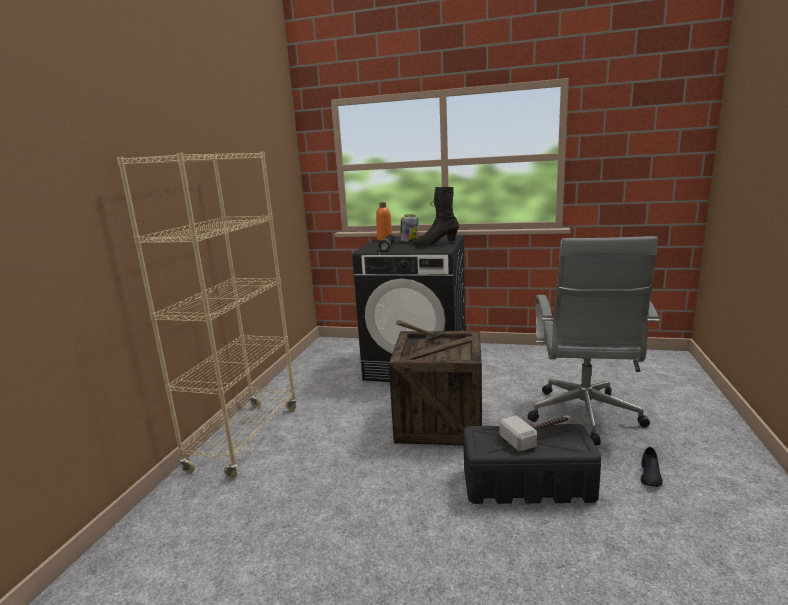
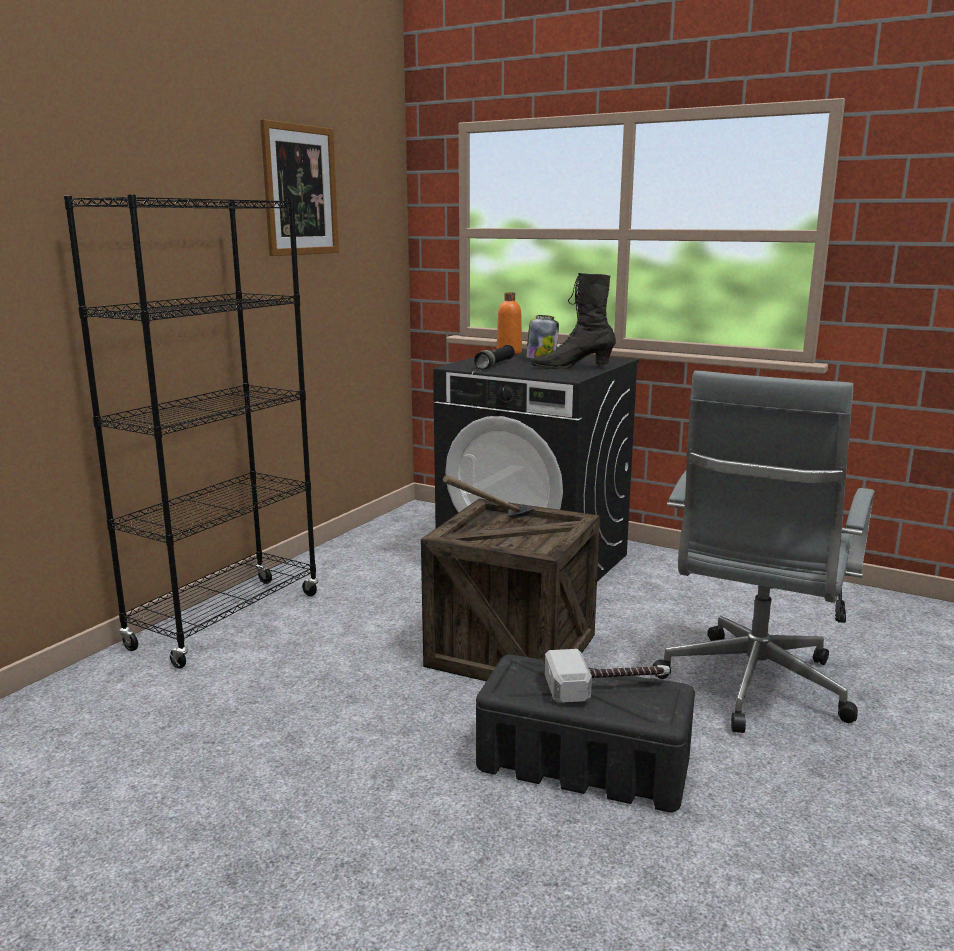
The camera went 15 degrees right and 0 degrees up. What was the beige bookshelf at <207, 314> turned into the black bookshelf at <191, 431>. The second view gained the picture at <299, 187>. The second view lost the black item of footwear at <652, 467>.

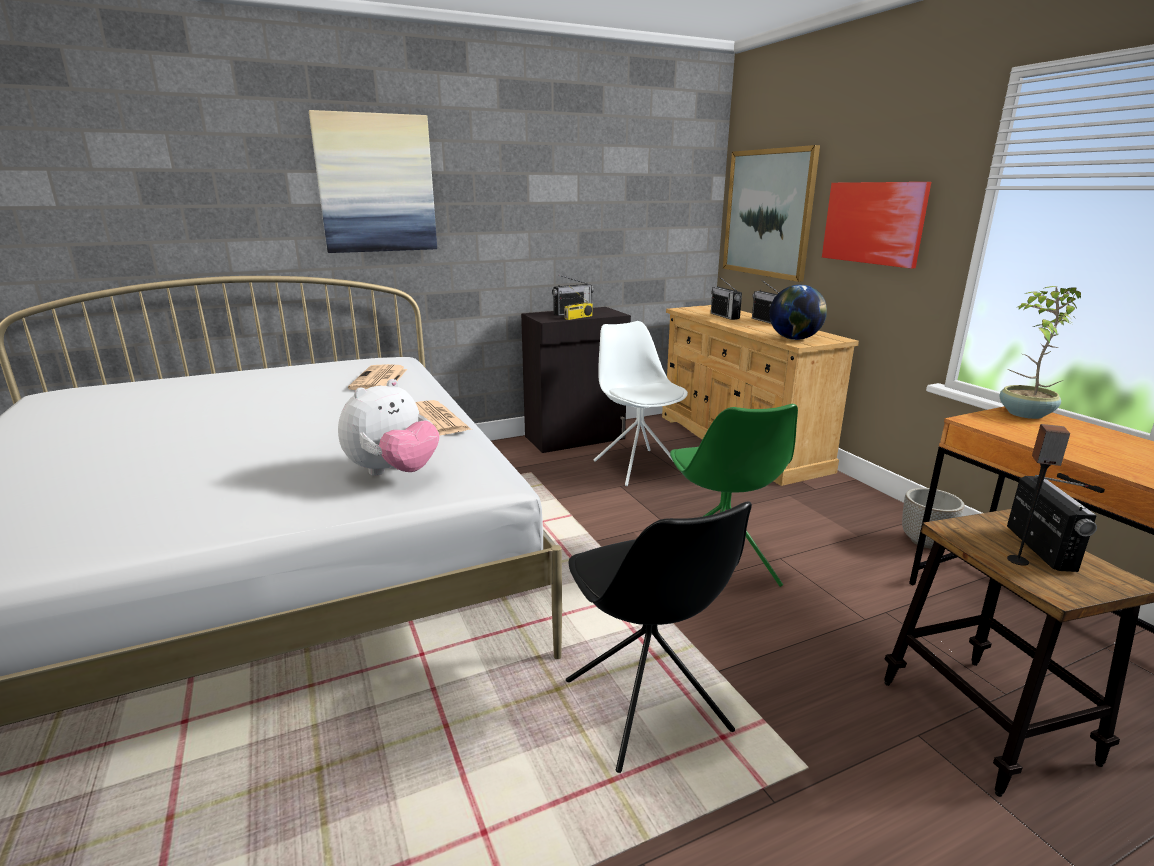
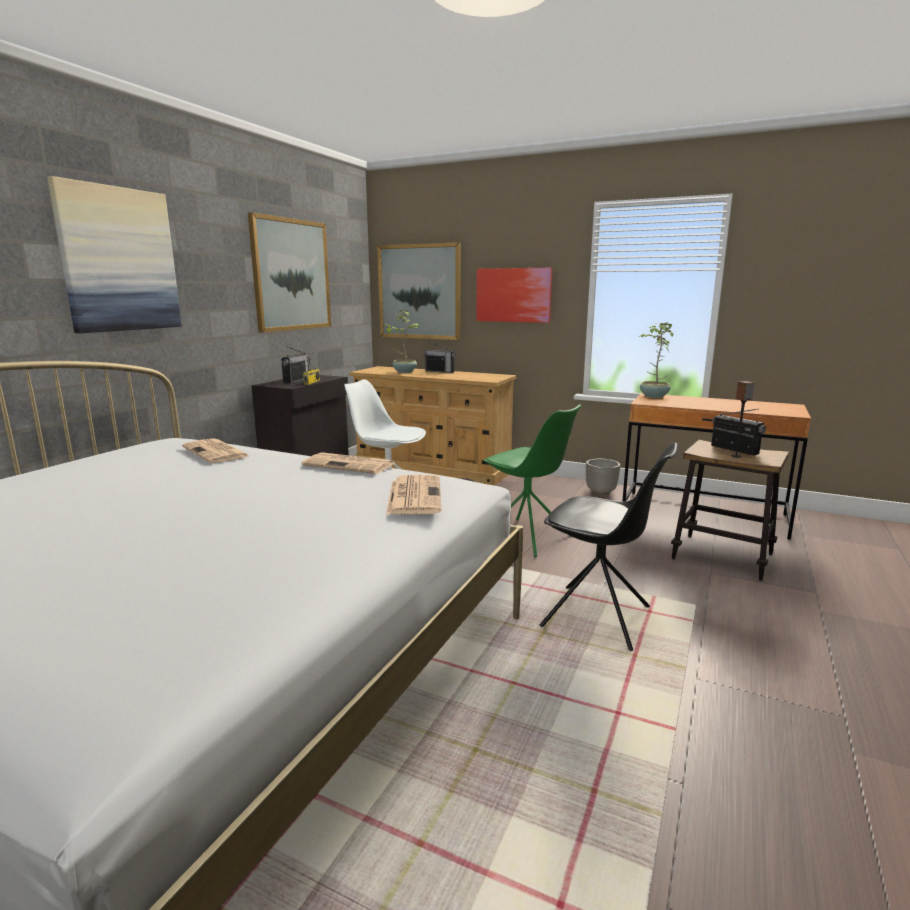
The camera went 40 degrees left and 5 degrees down. The second view gained the picture at <289, 272>. Where the radio stood at <726, 298>, the houseplant came to stand at <401, 341>. Where the plush toy stood at <388, 427>, the daily paper came to stand at <413, 495>. The second view lost the desk globe at <798, 312>.

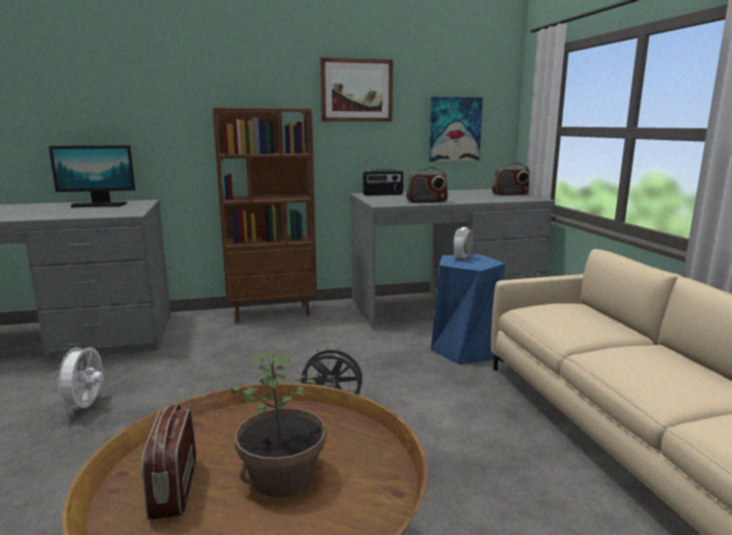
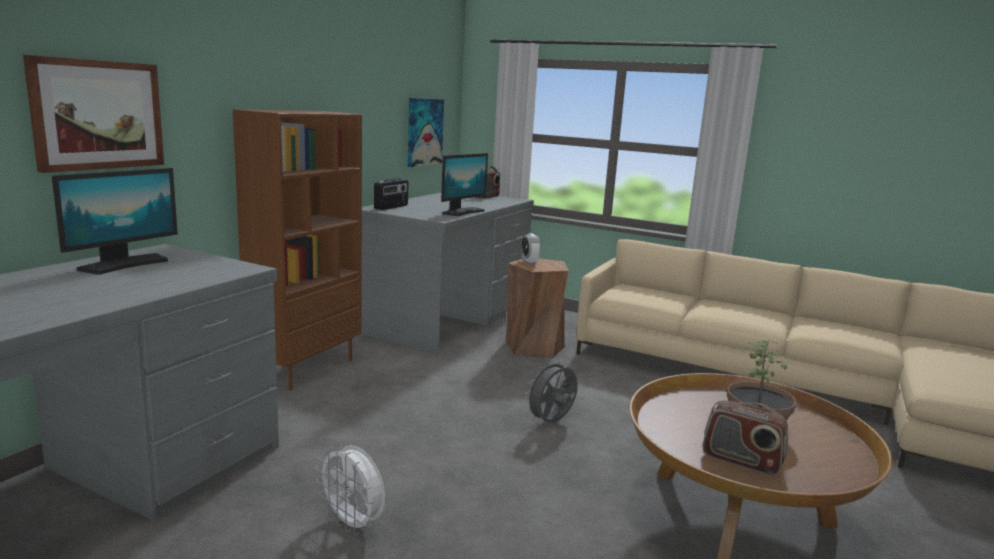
The camera went 50 degrees left and 0 degrees up. The picture ended up elsewhere, having gone from <356, 89> to <93, 114>. Where the radio stood at <427, 185>, the monitor came to stand at <464, 184>. What was the blue stool seat at <468, 309> turned into the brownish stool seat at <537, 308>.

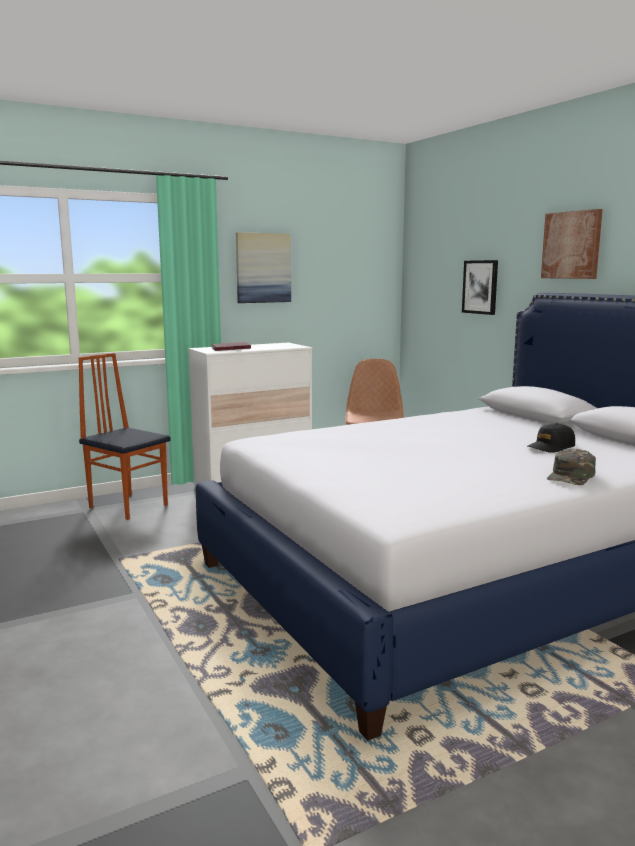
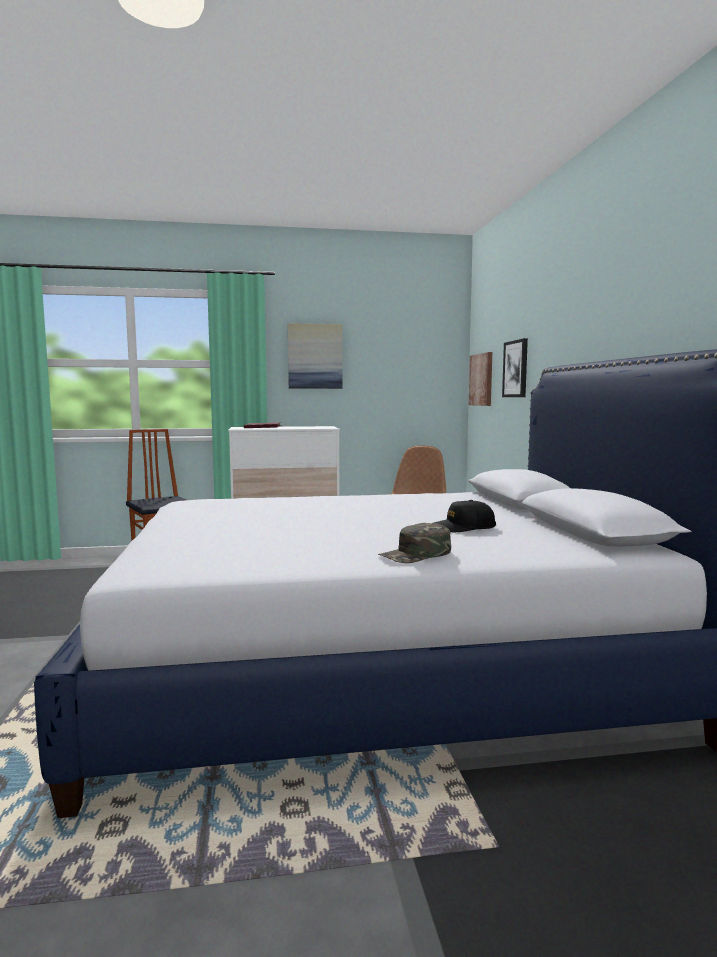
The camera went 20 degrees right and 5 degrees down. The picture ended up elsewhere, having gone from <572, 244> to <480, 379>.

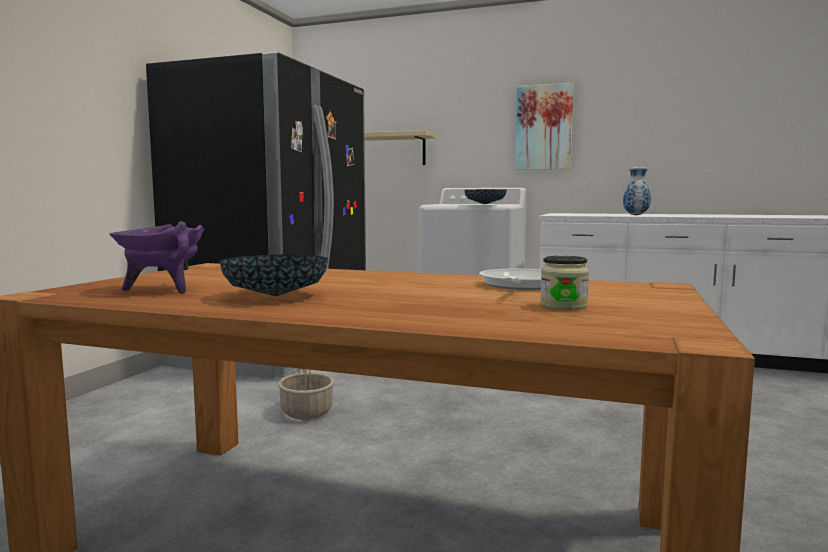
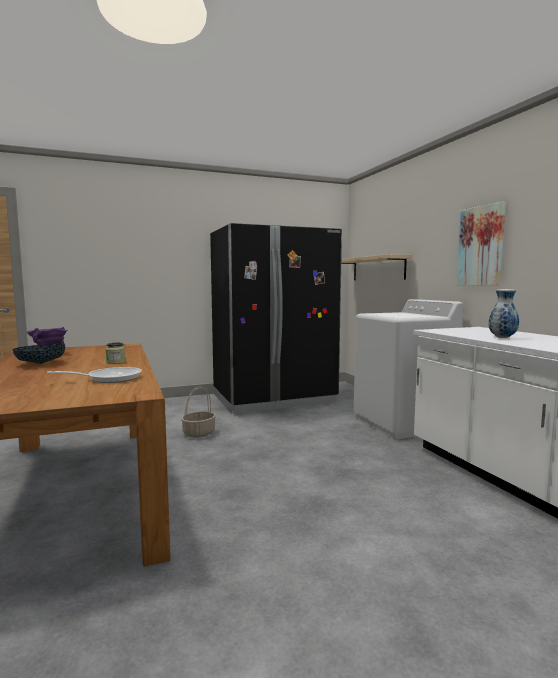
The camera went 50 degrees right and 0 degrees up. The jar ended up elsewhere, having gone from <564, 283> to <115, 353>. The second view lost the serving bowl at <486, 196>.

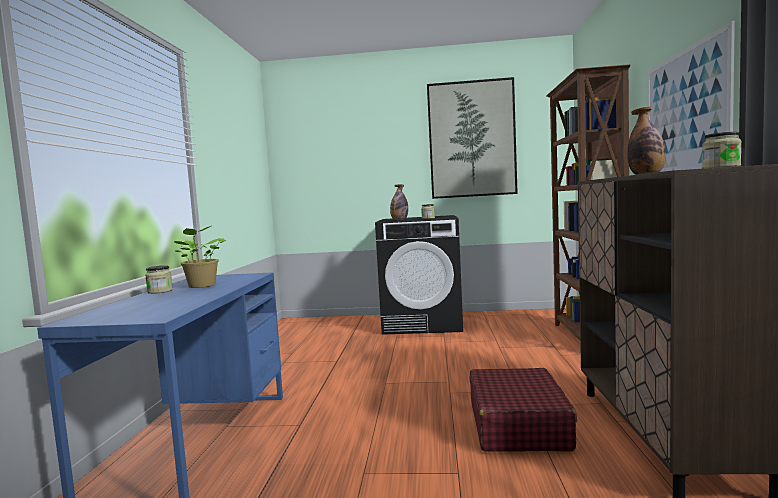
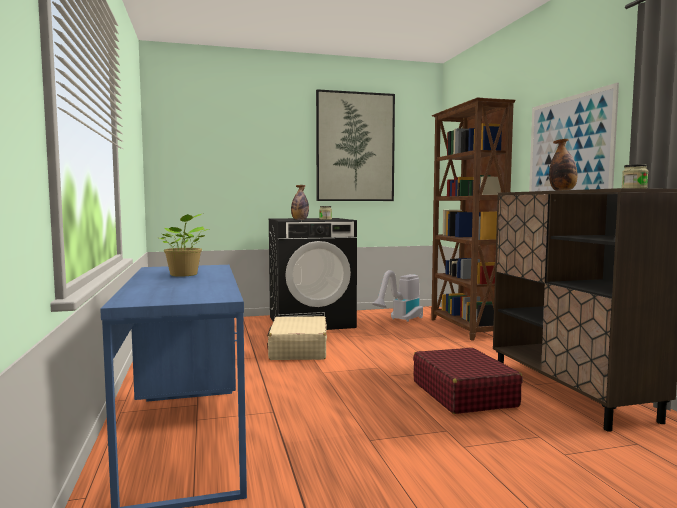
The camera went 20 degrees left and 0 degrees up. The second view gained the beige piece of luggage at <297, 338>. The second view gained the hoover at <397, 296>. The second view lost the jar at <159, 280>.

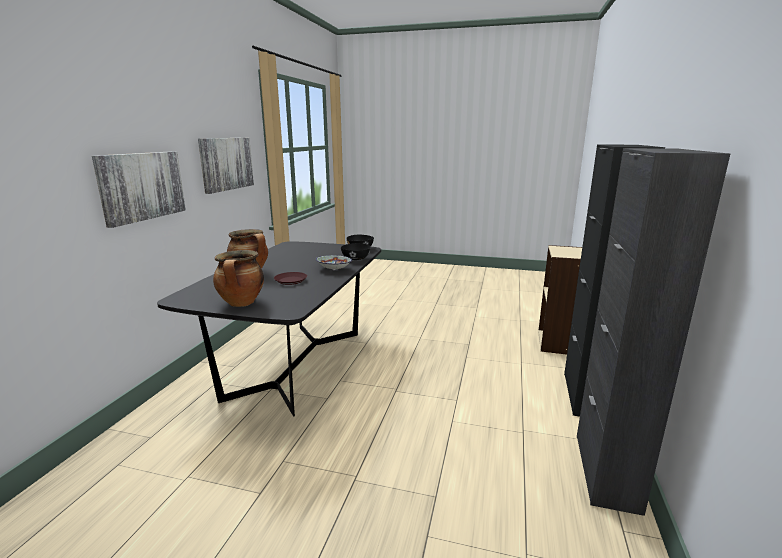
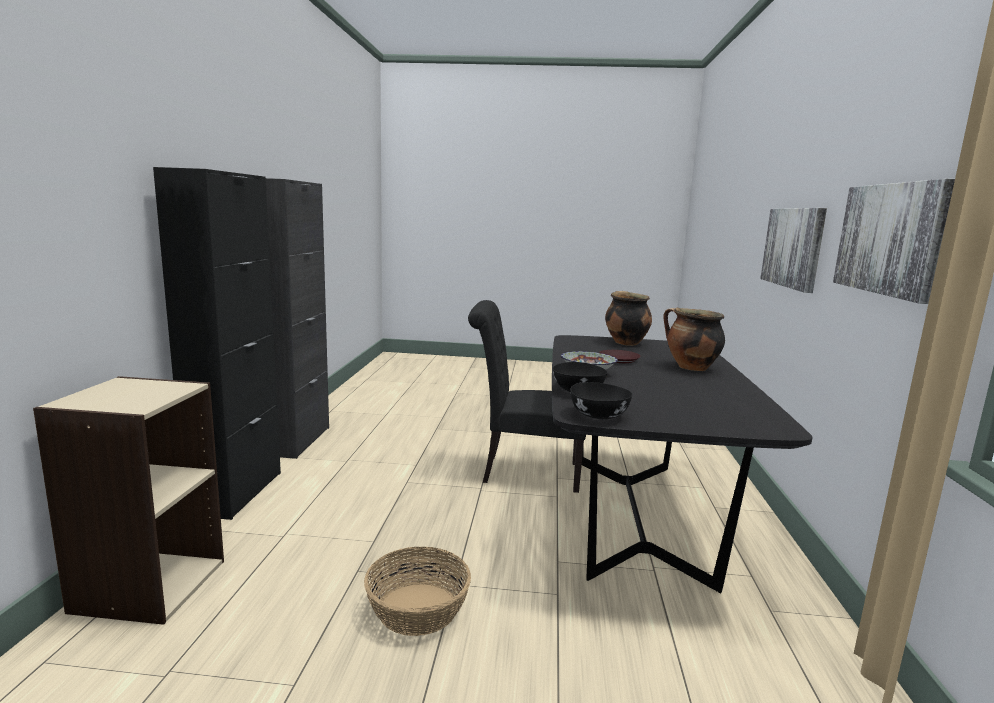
The camera went 170 degrees right and 5 degrees down. The second view gained the household basket at <417, 591>. The second view gained the black chair at <527, 396>.

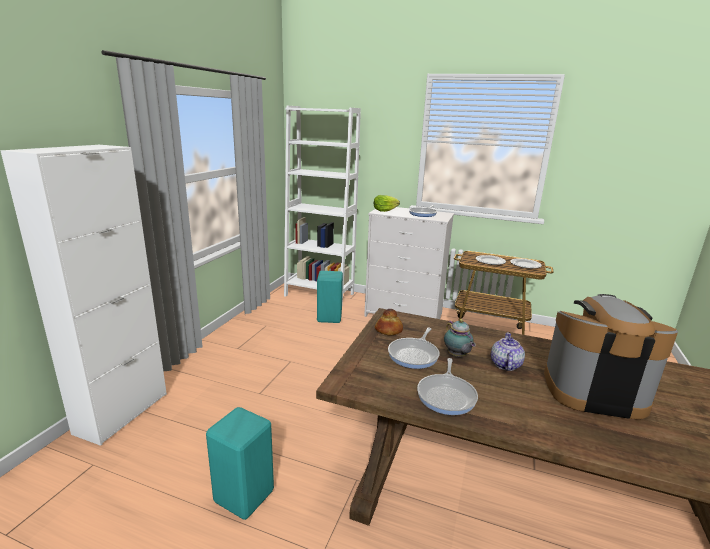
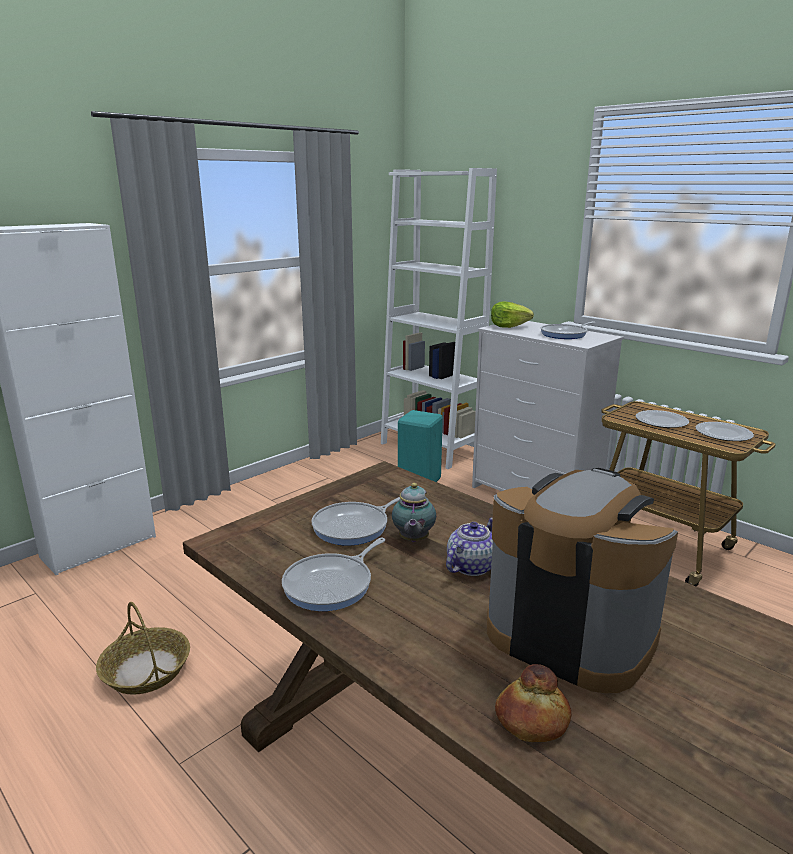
The camera went 25 degrees right and 0 degrees up. Where the blue-green stool seat stood at <240, 463>, the household basket came to stand at <143, 648>. The bakery bread ended up elsewhere, having gone from <389, 322> to <533, 703>.

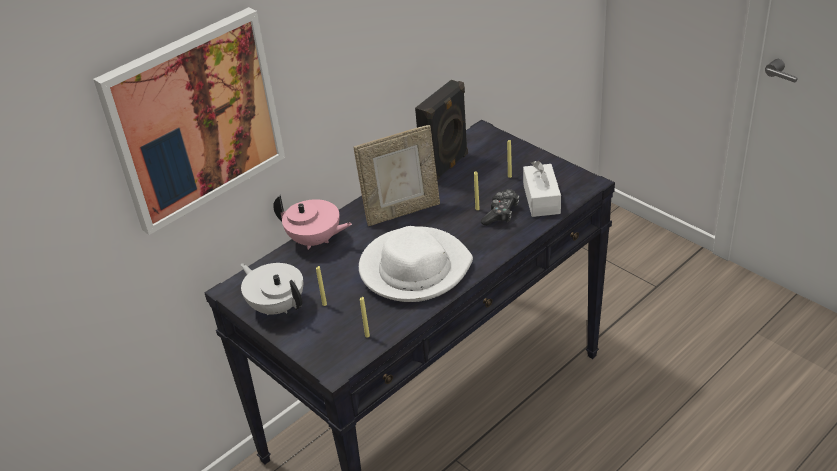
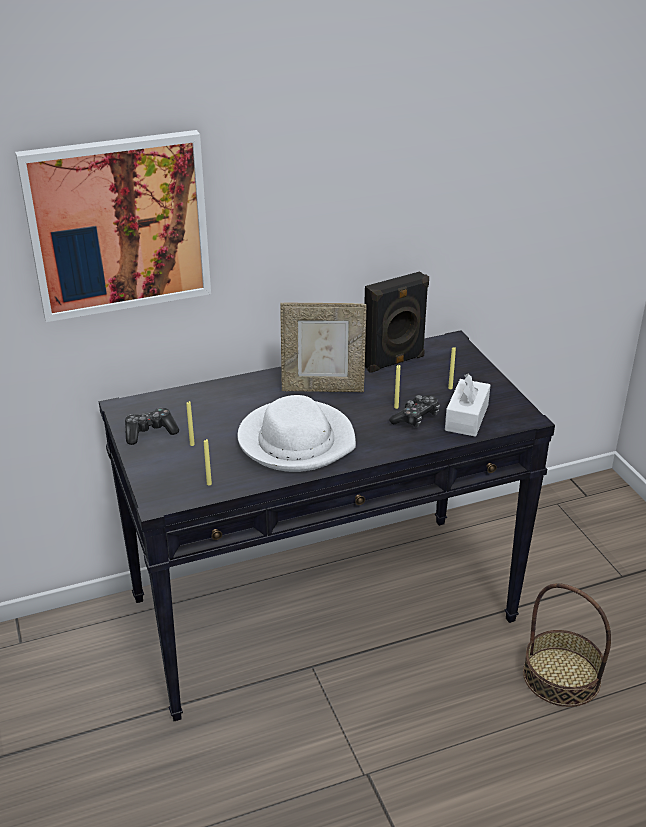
The camera went 20 degrees right and 5 degrees down. Where the white-coloured pot for tea stood at <271, 289>, the joypad came to stand at <152, 426>. The second view gained the household basket at <567, 645>. The second view lost the pinkish pot for tea at <312, 222>.

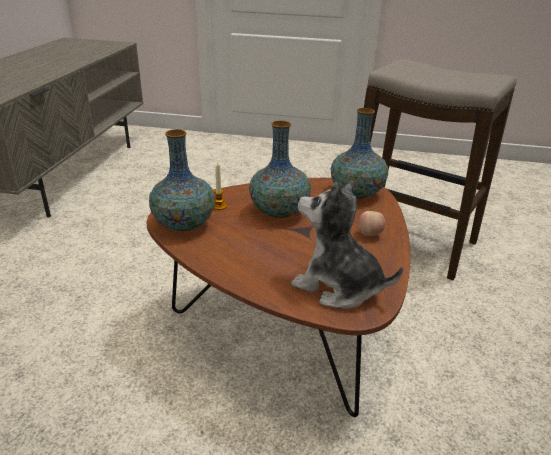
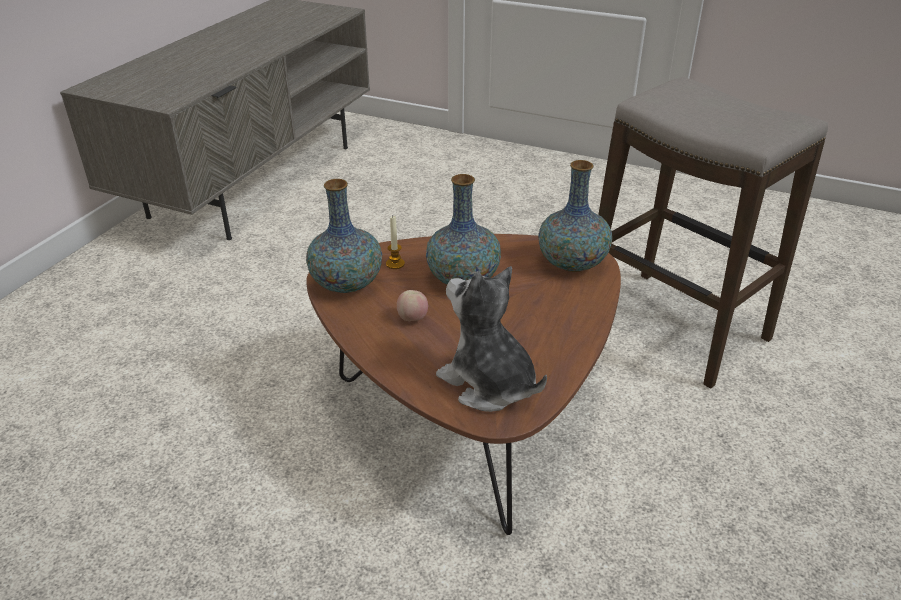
The camera went 15 degrees right and 5 degrees up. The whole apple ended up elsewhere, having gone from <372, 223> to <412, 305>.

